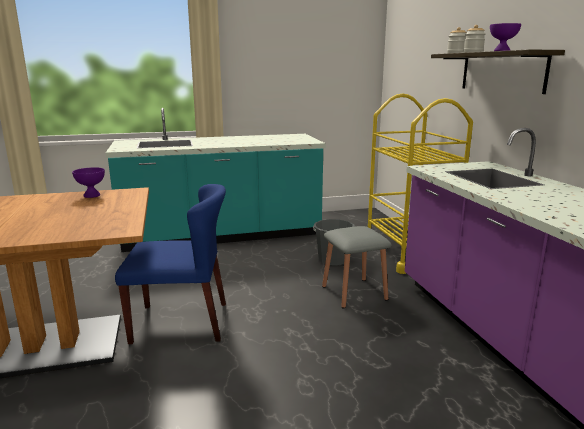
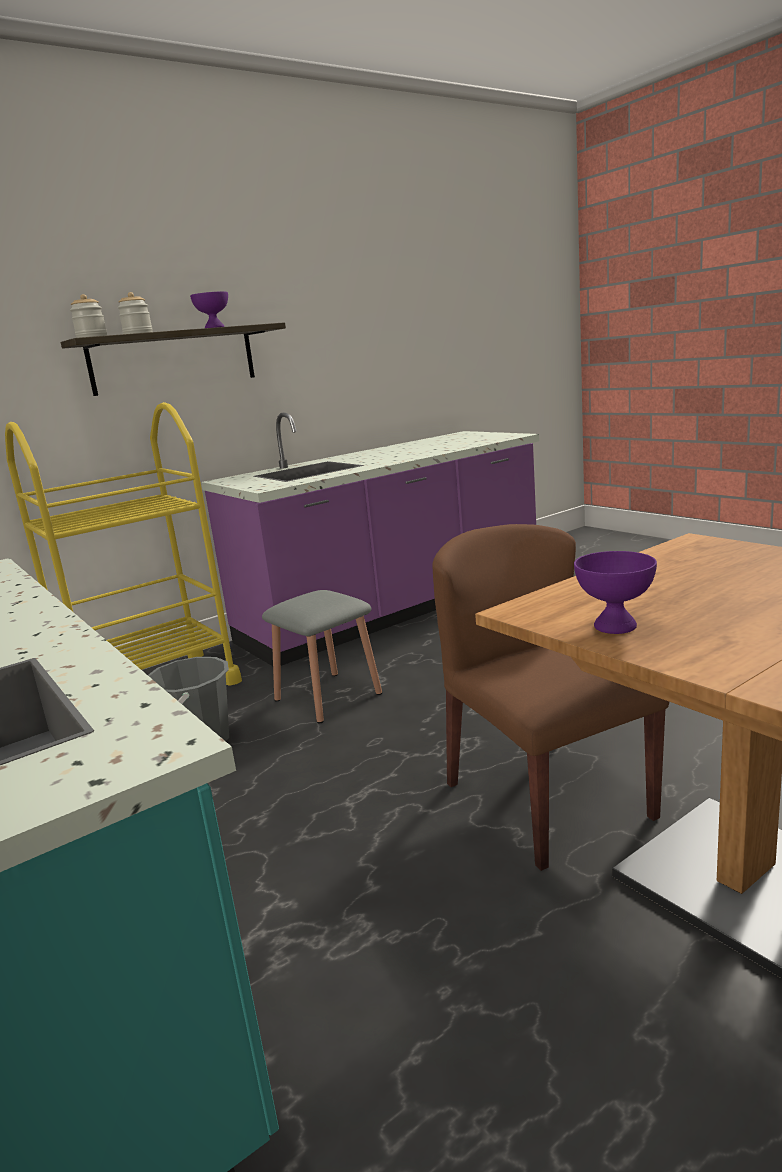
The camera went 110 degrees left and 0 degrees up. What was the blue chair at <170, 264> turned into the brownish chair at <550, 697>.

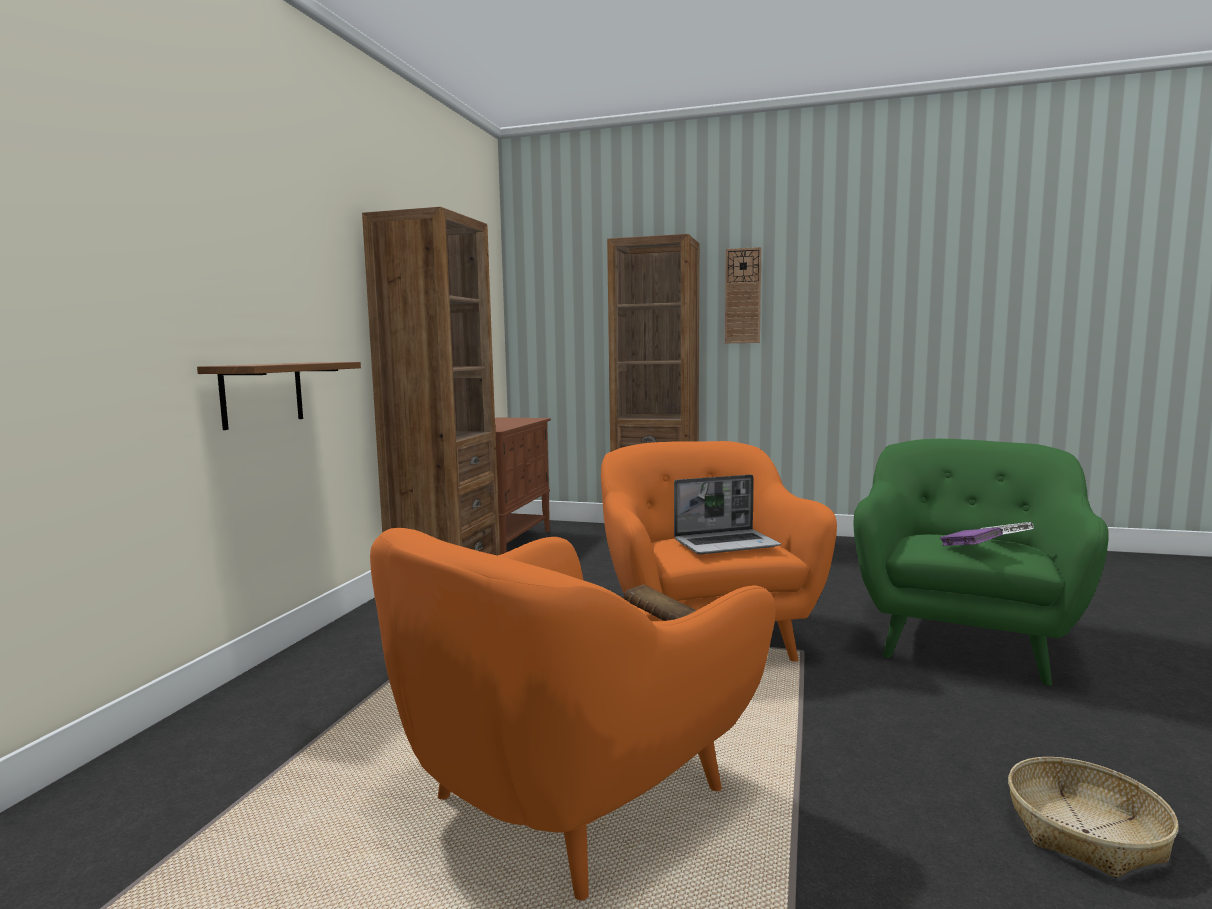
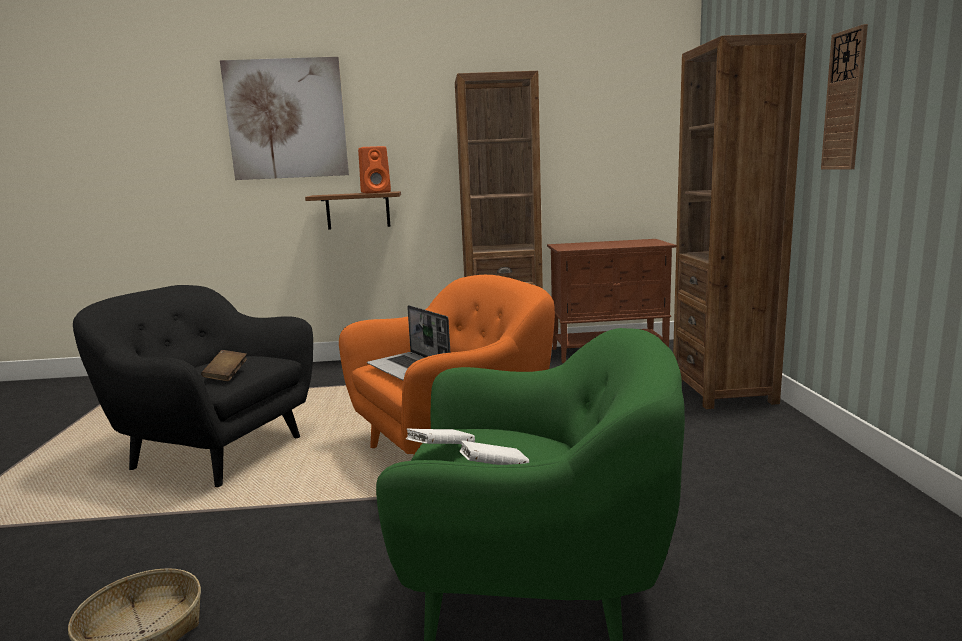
The camera went 70 degrees right and 5 degrees up. What was the orange-coloured easy chair at <572, 714> turned into the black easy chair at <193, 386>. The second view gained the picture at <284, 118>. The second view gained the orange-coloured speaker at <374, 169>. What was the purplish volume at <971, 537> turned into the white-coloured volume at <440, 436>.

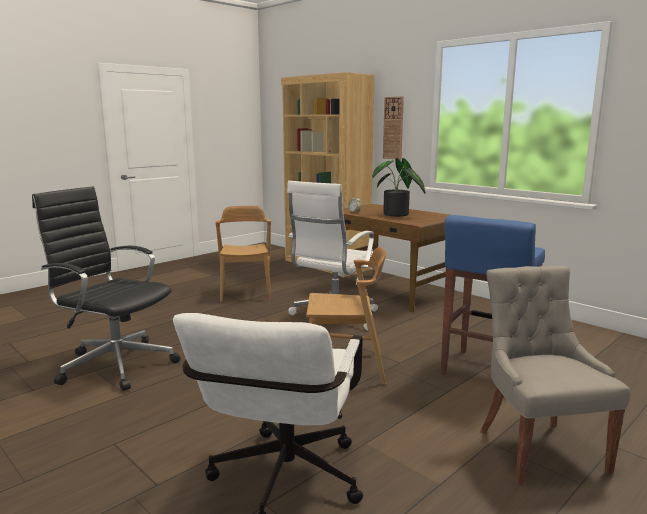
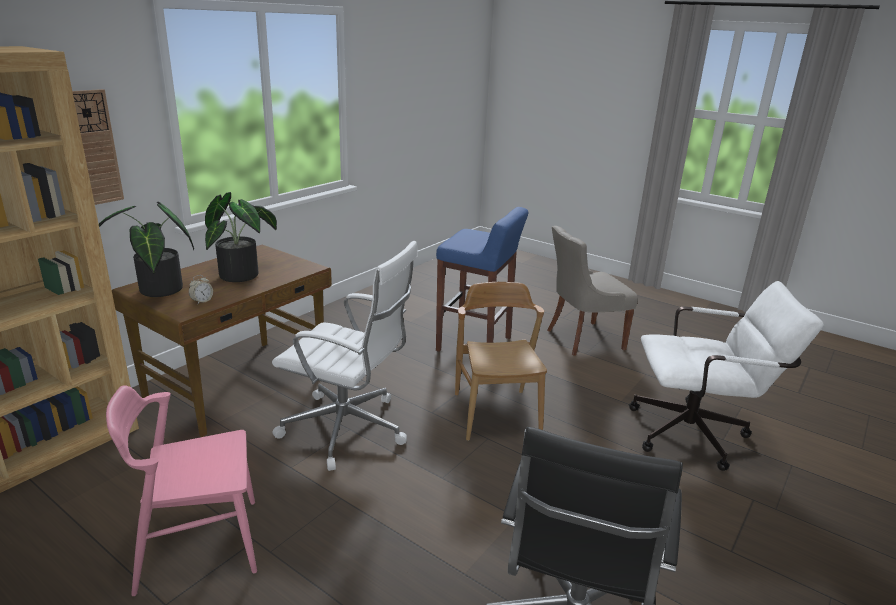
The camera went 100 degrees left and 10 degrees up. The second view gained the houseplant at <146, 249>. What was the brownish chair at <243, 254> turned into the pinkish chair at <181, 490>.

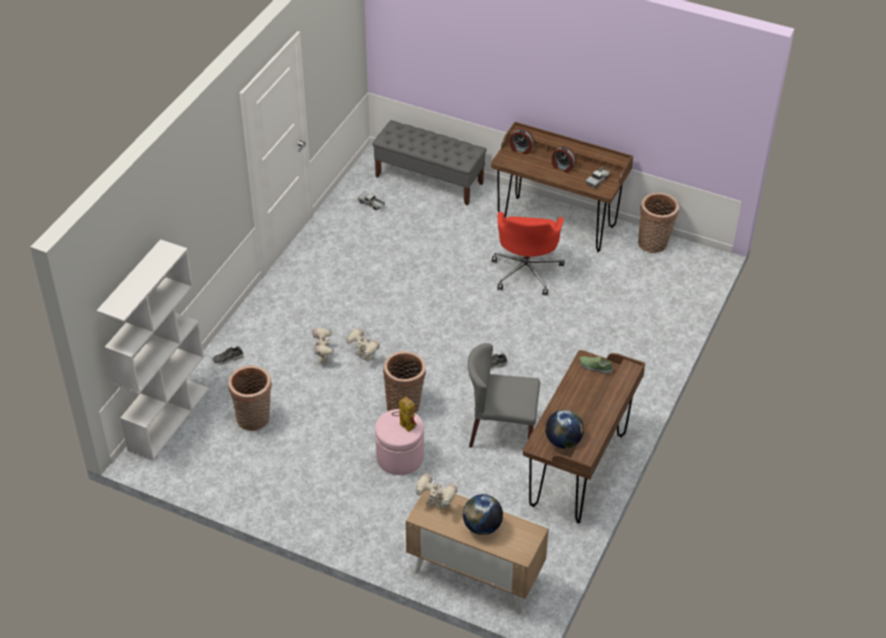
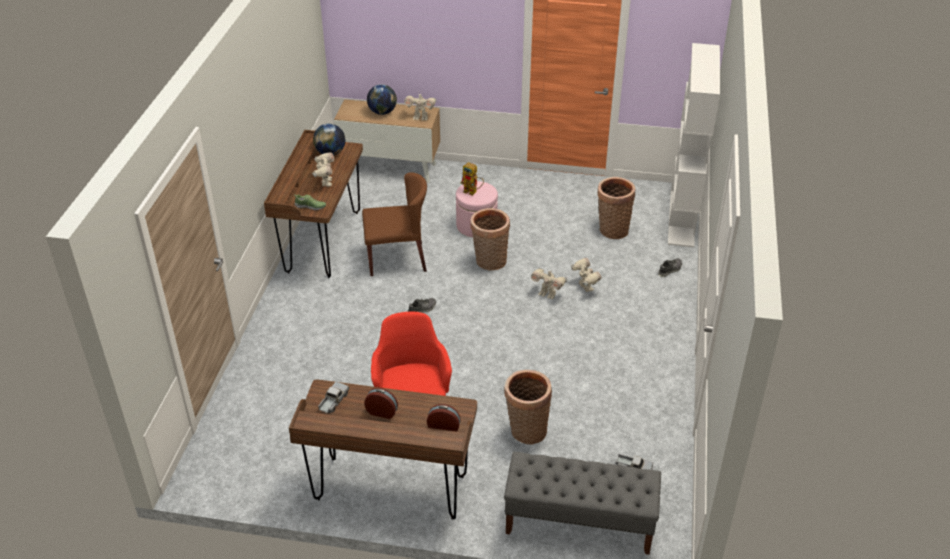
The camera went 165 degrees right and 5 degrees down. The second view gained the model robot at <323, 170>. What was the greyish chair at <503, 395> turned into the brownish chair at <394, 224>. The household basket ended up elsewhere, having gone from <658, 223> to <528, 407>.

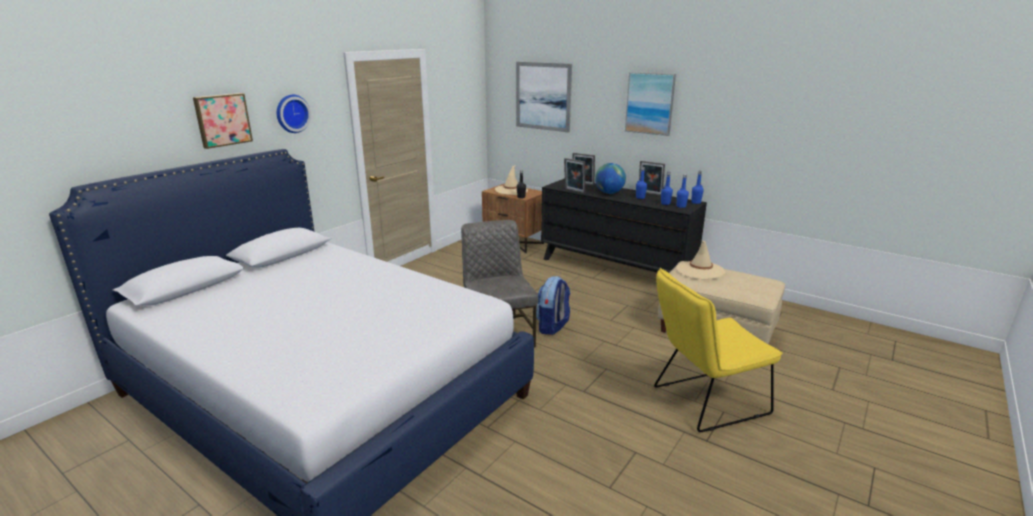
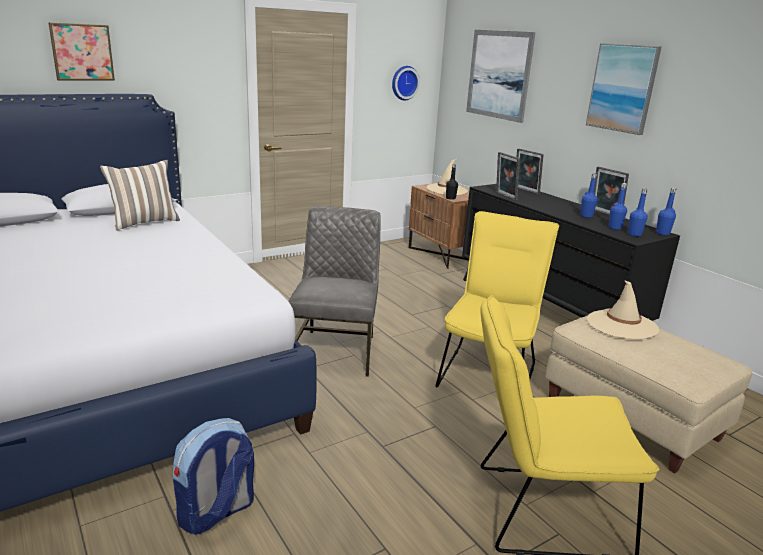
The camera went 20 degrees right and 0 degrees up. The second view gained the cushion at <140, 195>. The backpack ended up elsewhere, having gone from <553, 305> to <213, 476>. The clock on the wall ended up elsewhere, having gone from <294, 114> to <406, 83>. The second view gained the yellow chair at <497, 299>. The second view lost the desk globe at <610, 178>.

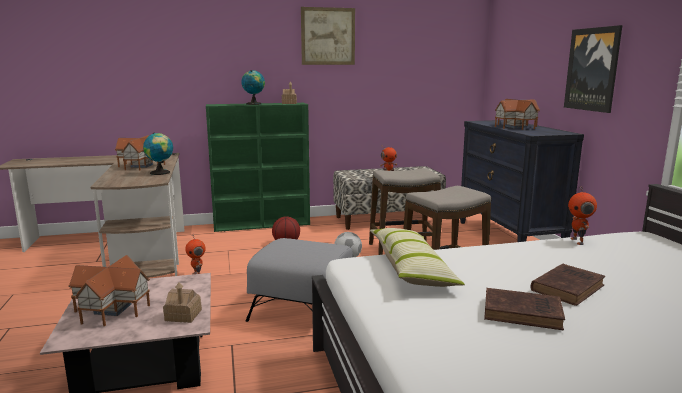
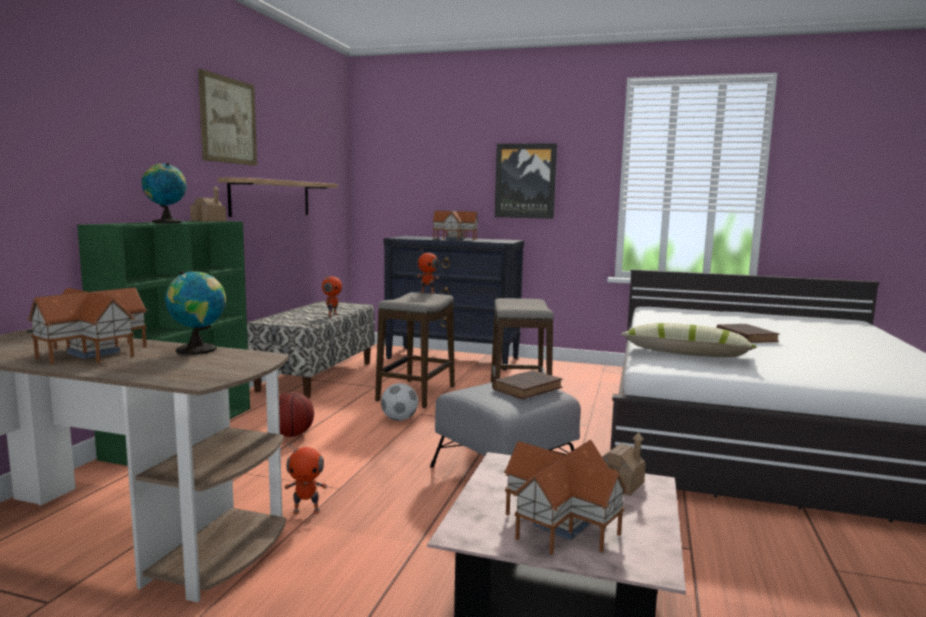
The camera went 60 degrees left and 5 degrees down. The second view gained the wall shelf at <278, 197>. The model robot ended up elsewhere, having gone from <582, 216> to <428, 271>. The brownish volume ended up elsewhere, having gone from <524, 309> to <527, 384>.

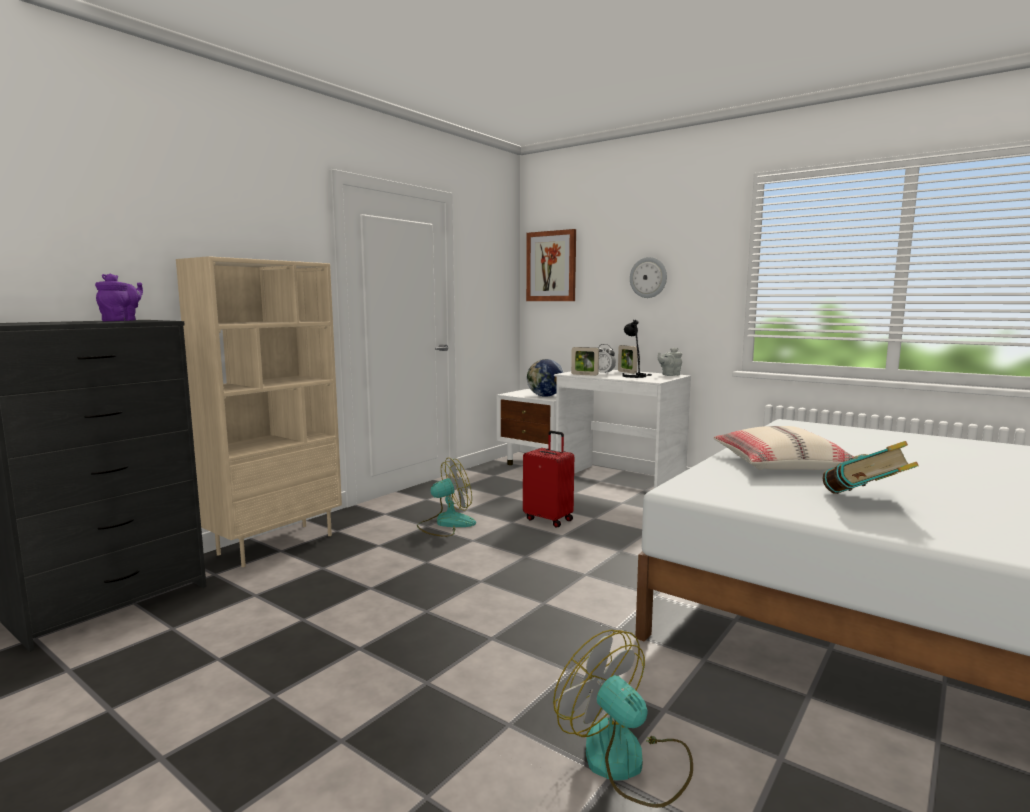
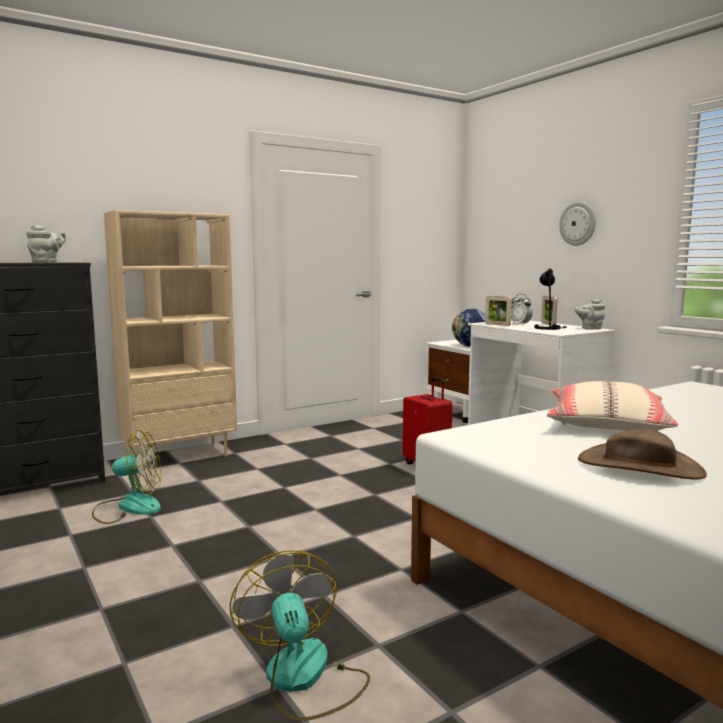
The camera went 20 degrees right and 0 degrees up. What was the purplish pot for tea at <119, 297> turned into the greyish pot for tea at <46, 243>. The cooling fan ended up elsewhere, having gone from <446, 497> to <126, 477>. Where the volume stood at <871, 467>, the brownish hat came to stand at <642, 454>. The second view lost the picture at <551, 265>.

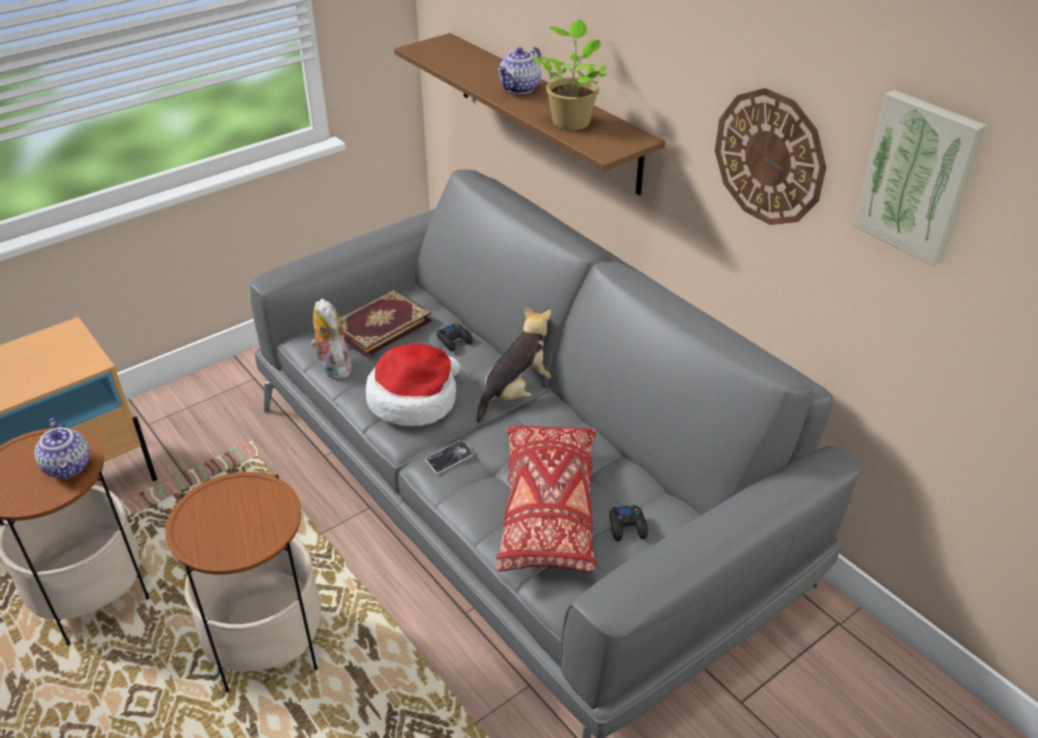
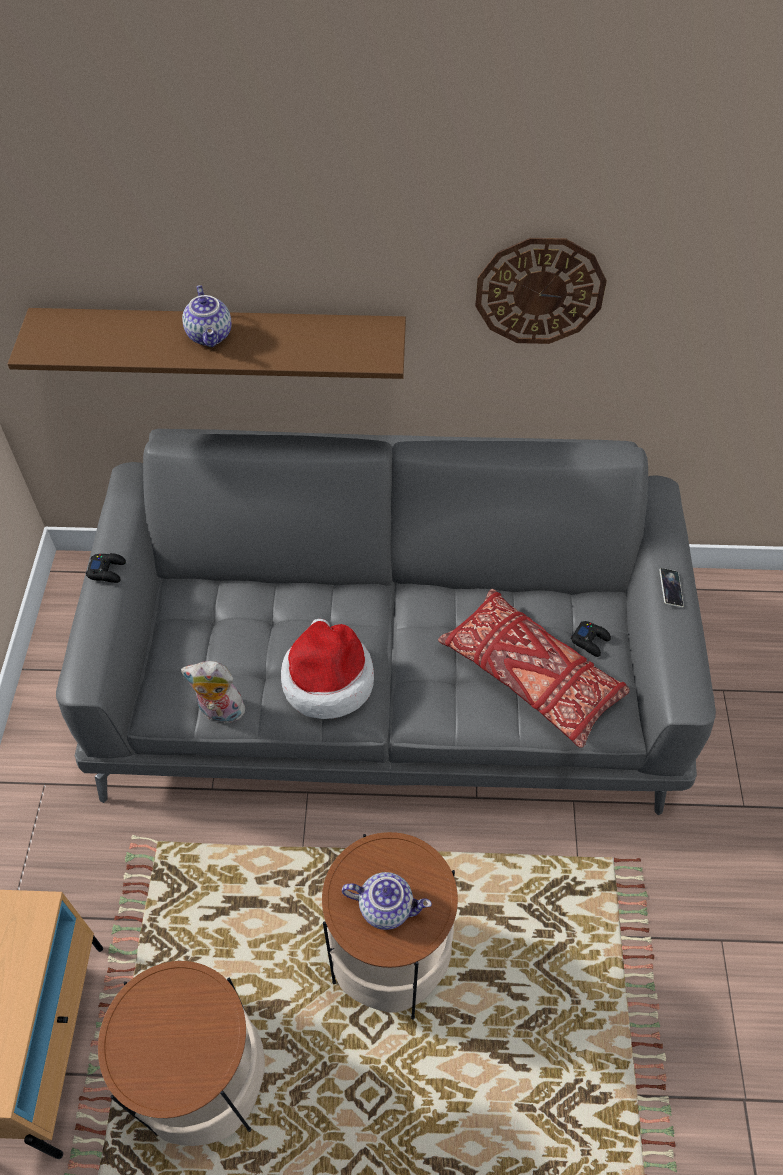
The camera went 50 degrees left and 15 degrees up. The black joypad ended up elsewhere, having gone from <455, 338> to <106, 568>. The pot for tea ended up elsewhere, having gone from <62, 448> to <387, 901>. The telephone ended up elsewhere, having gone from <449, 457> to <671, 587>. The second view lost the volume at <386, 323>. The second view lost the plush toy at <513, 364>. The second view lost the houseplant at <569, 75>. The second view lost the picture at <920, 178>.

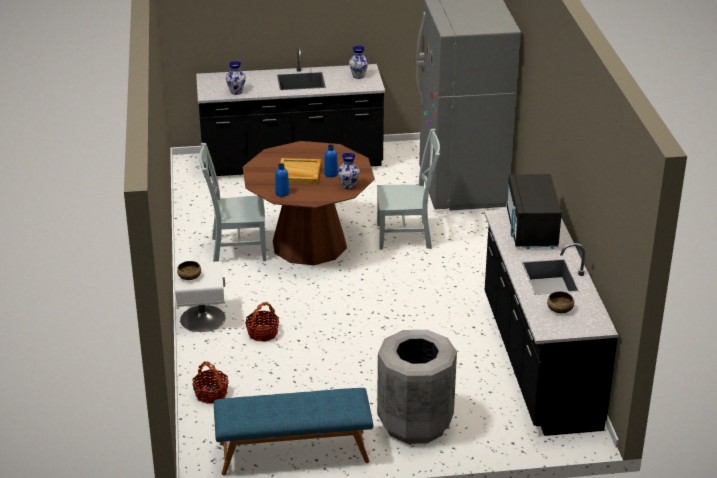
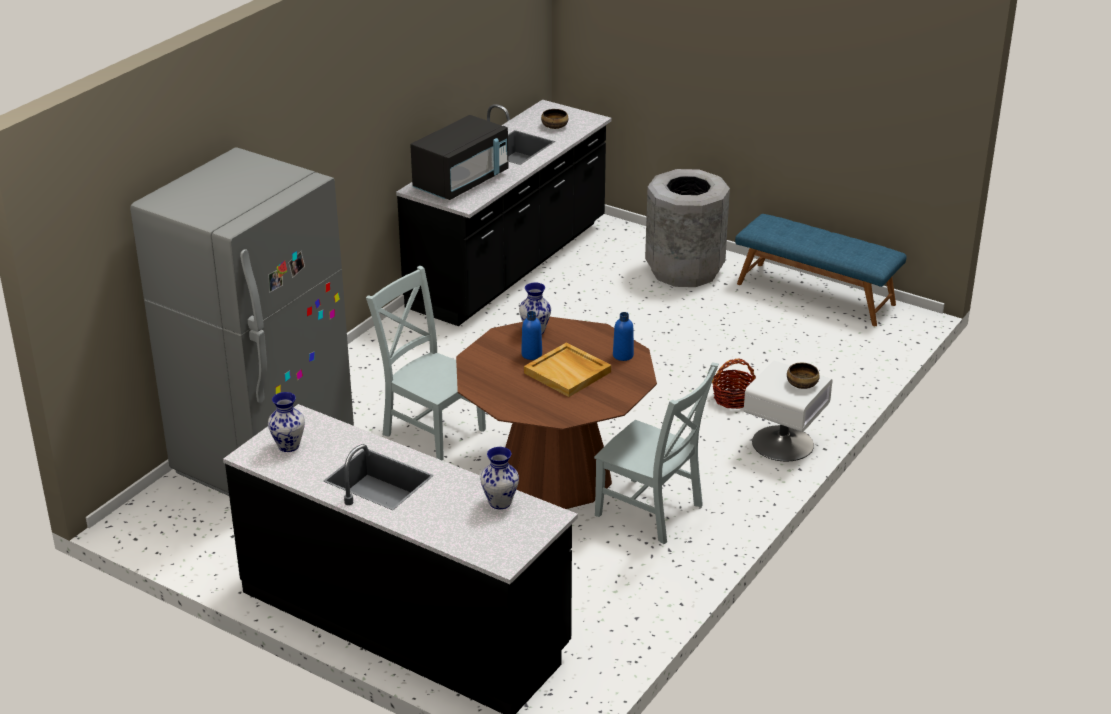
The camera went 140 degrees left and 0 degrees up. The second view lost the household basket at <210, 382>.

